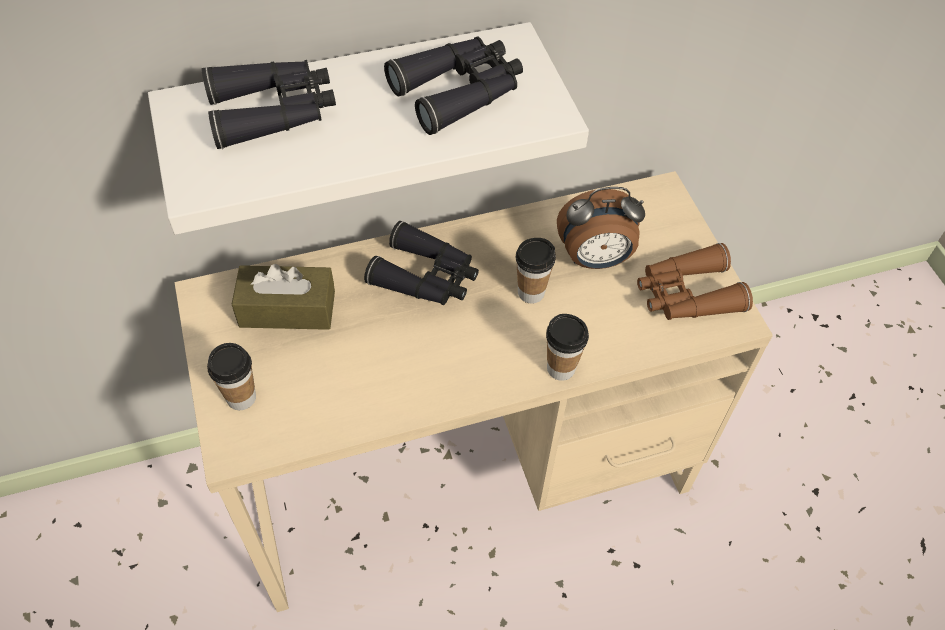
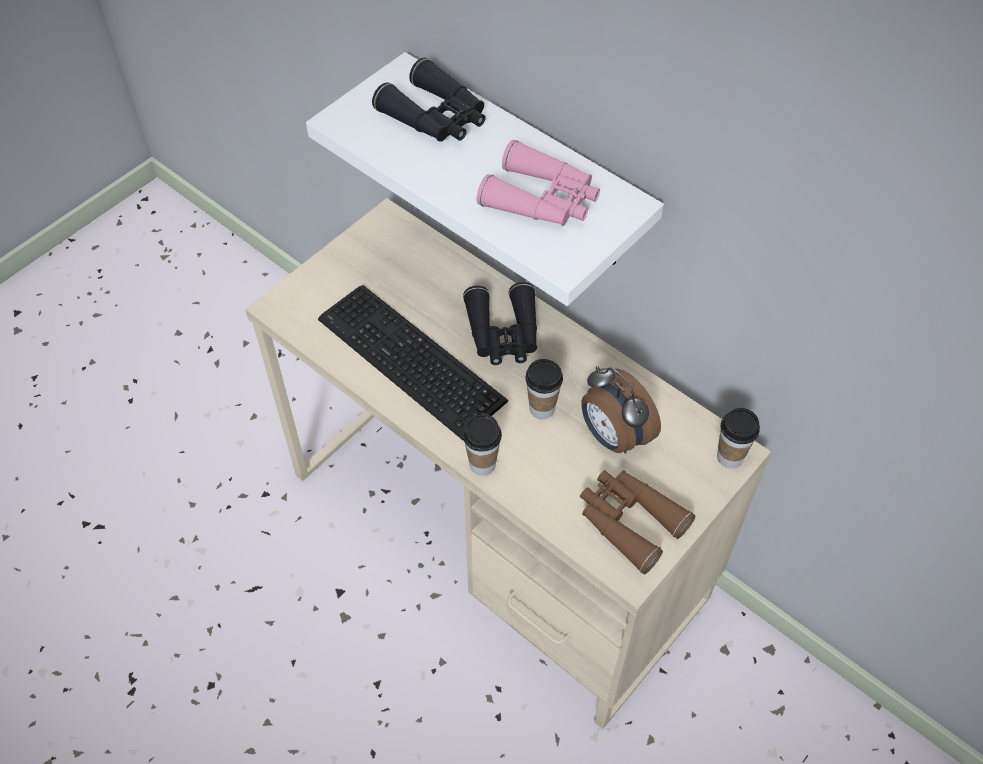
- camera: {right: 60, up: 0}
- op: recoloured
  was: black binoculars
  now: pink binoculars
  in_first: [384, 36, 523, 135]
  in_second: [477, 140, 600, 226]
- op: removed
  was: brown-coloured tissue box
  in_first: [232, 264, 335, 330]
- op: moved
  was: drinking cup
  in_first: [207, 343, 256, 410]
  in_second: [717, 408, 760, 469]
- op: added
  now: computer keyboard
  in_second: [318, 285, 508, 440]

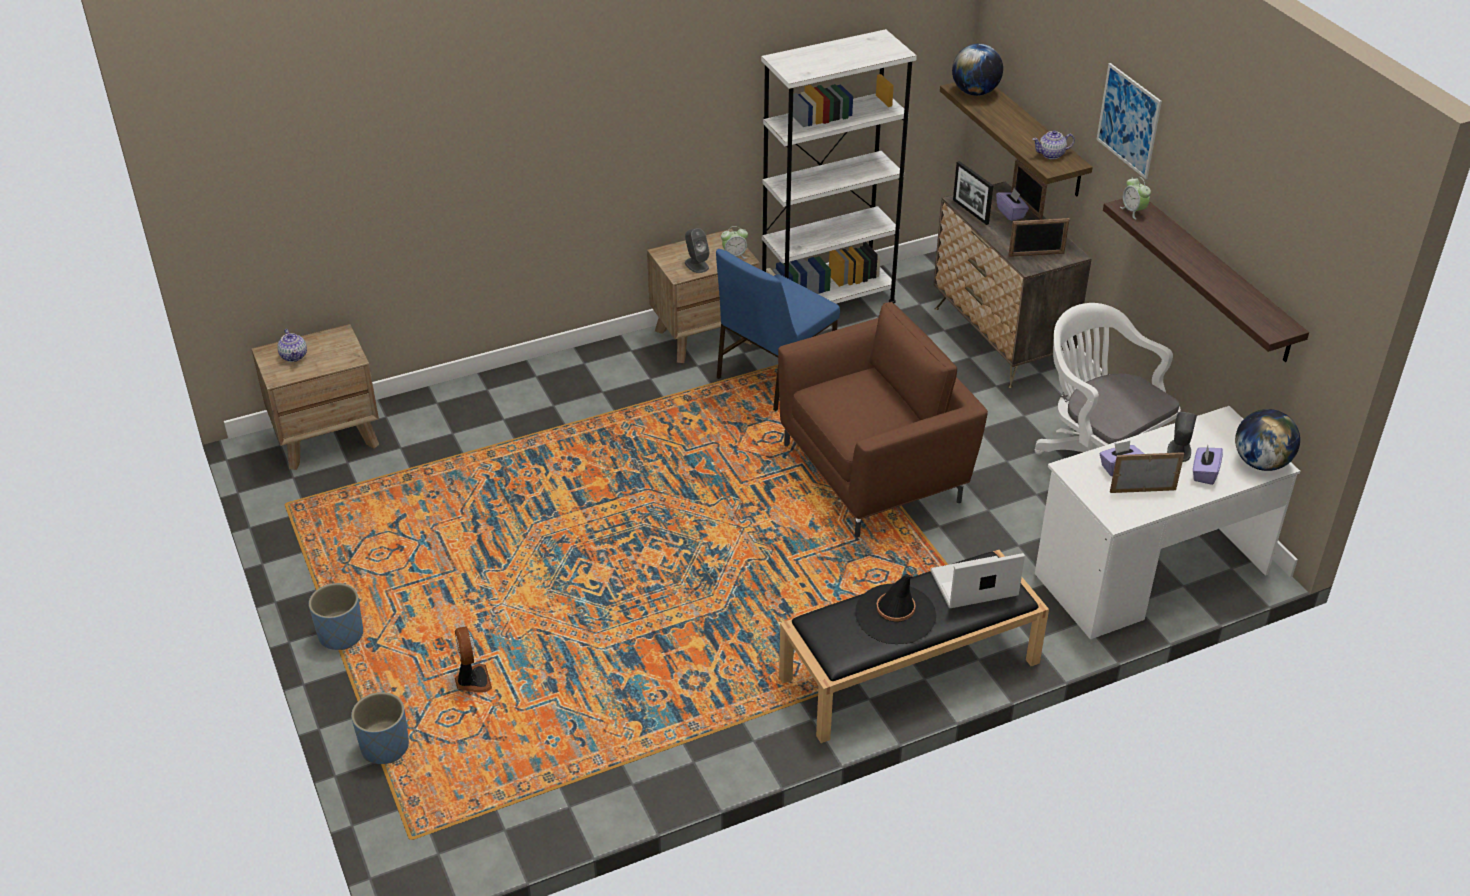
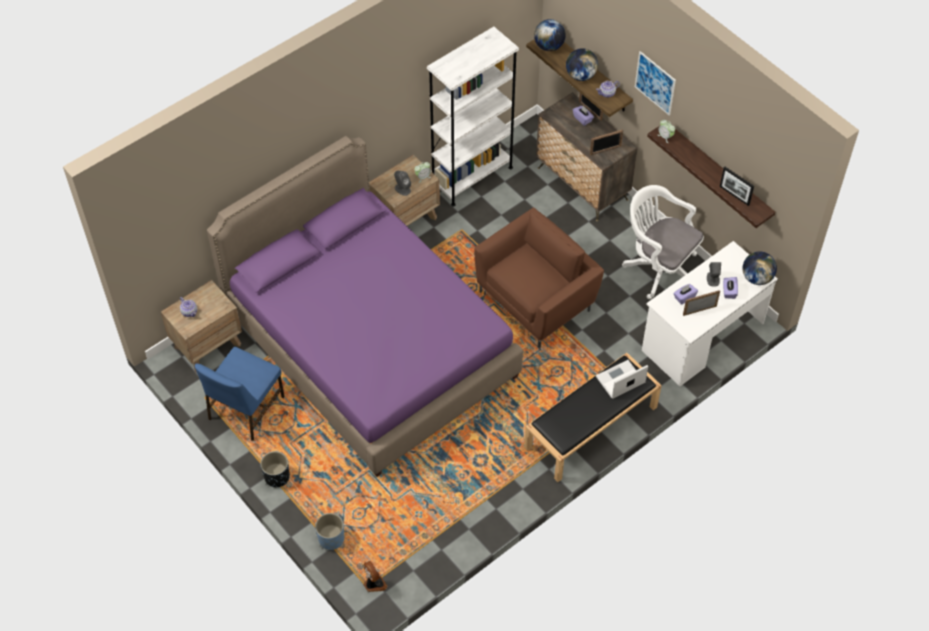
- camera: {right: -15, up: 15}
- op: moved
  was: standing frame
  in_first: [953, 161, 993, 225]
  in_second: [720, 167, 754, 206]
- op: moved
  was: blue plain chair
  in_first: [716, 249, 840, 411]
  in_second: [195, 347, 285, 441]
- op: removed
  was: black clothing hat
  in_first: [855, 574, 936, 644]
- op: recoloured
  was: blue flower pot
  now: black flower pot
  in_first: [309, 583, 363, 650]
  in_second: [260, 451, 290, 487]
- op: moved
  was: cooling fan
  in_first: [455, 626, 492, 692]
  in_second: [363, 560, 388, 592]
- op: added
  now: globe
  in_second: [566, 48, 598, 81]
- op: added
  now: purple-coloured sleeping bed
  in_second: [207, 136, 523, 477]

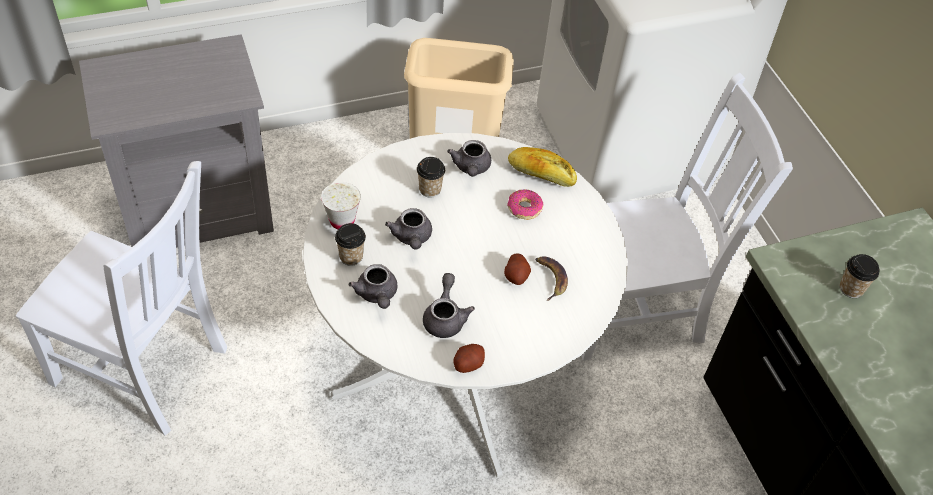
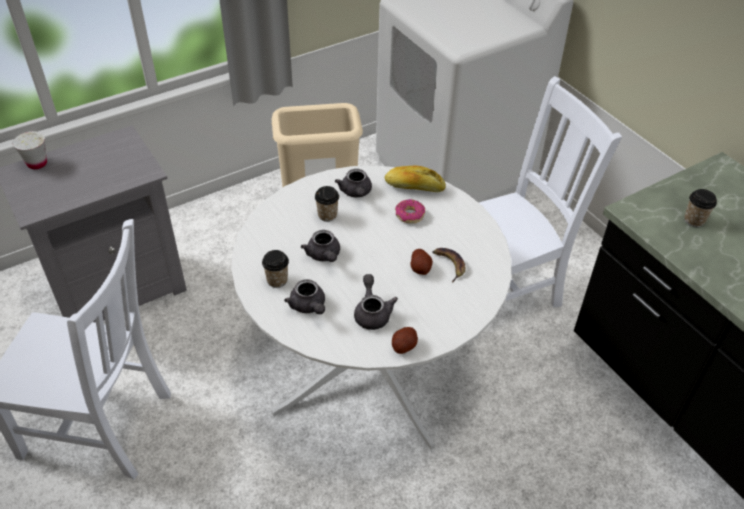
- camera: {right: -10, up: -5}
- op: moved
  was: whitish drinking cup
  in_first: [321, 182, 361, 229]
  in_second: [13, 131, 47, 169]

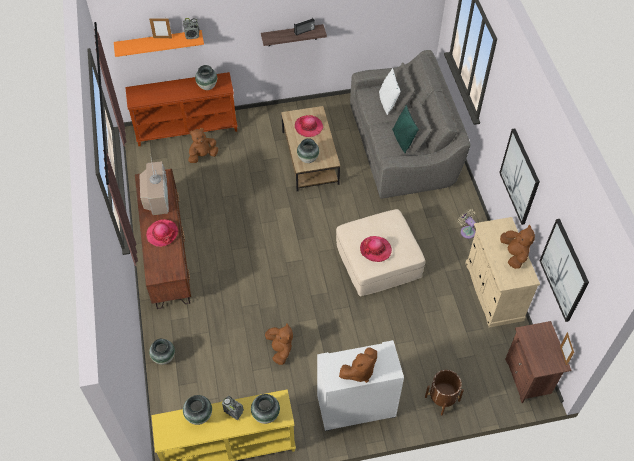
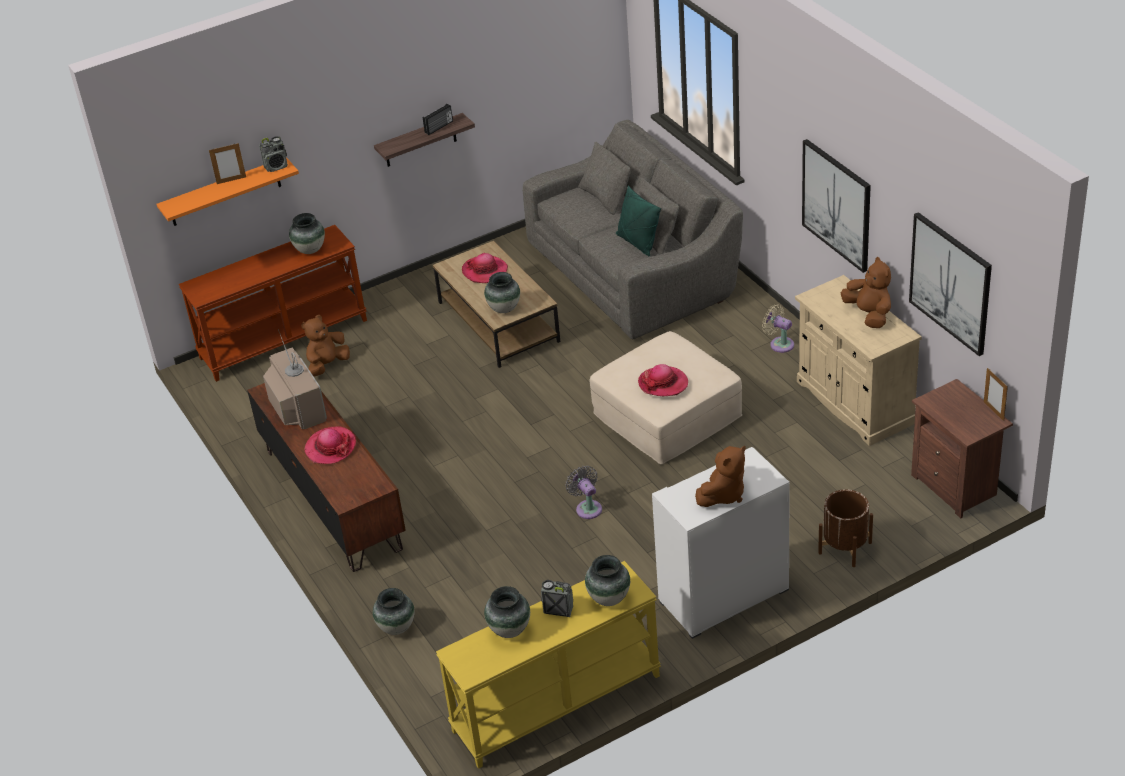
- camera: {right: -15, up: -15}
- op: removed
  was: whitish cushion
  in_first: [379, 68, 401, 115]
- op: removed
  was: brown-coloured soft toy
  in_first: [265, 323, 293, 365]
- op: added
  now: grey cooling fan
  in_second: [565, 466, 602, 519]

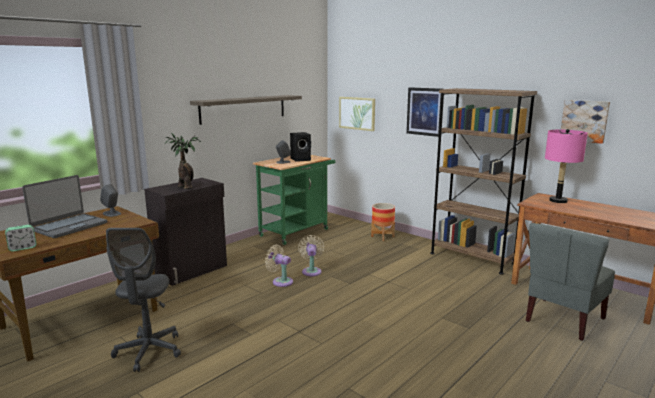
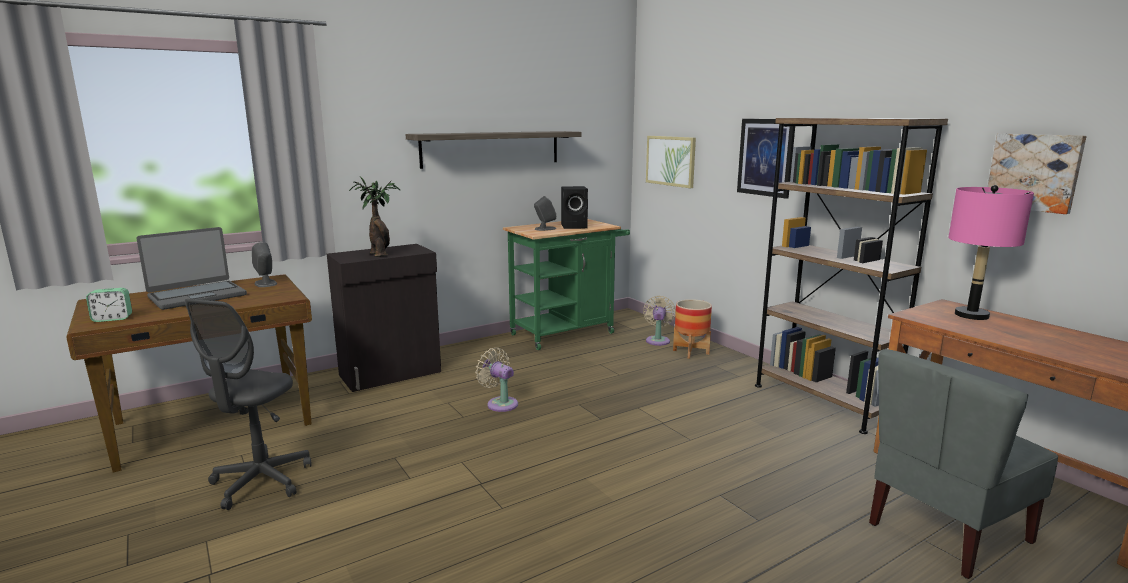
- camera: {right: 15, up: 0}
- op: moved
  was: beige-coloured cooling fan
  in_first: [298, 235, 324, 276]
  in_second: [643, 296, 676, 346]

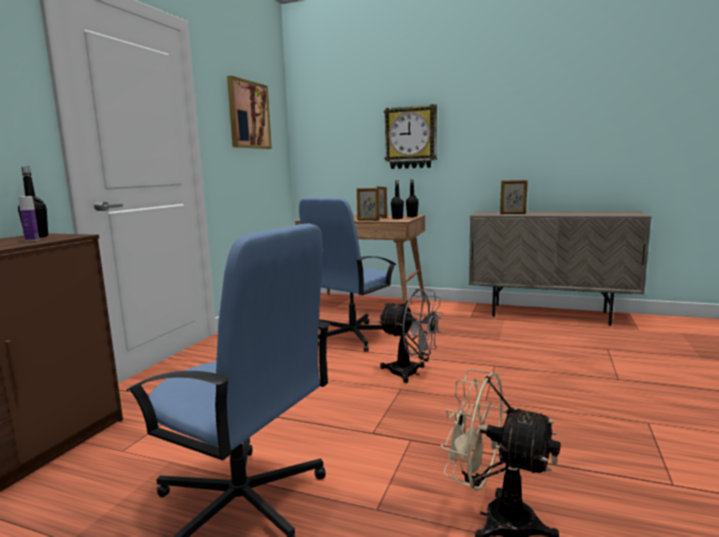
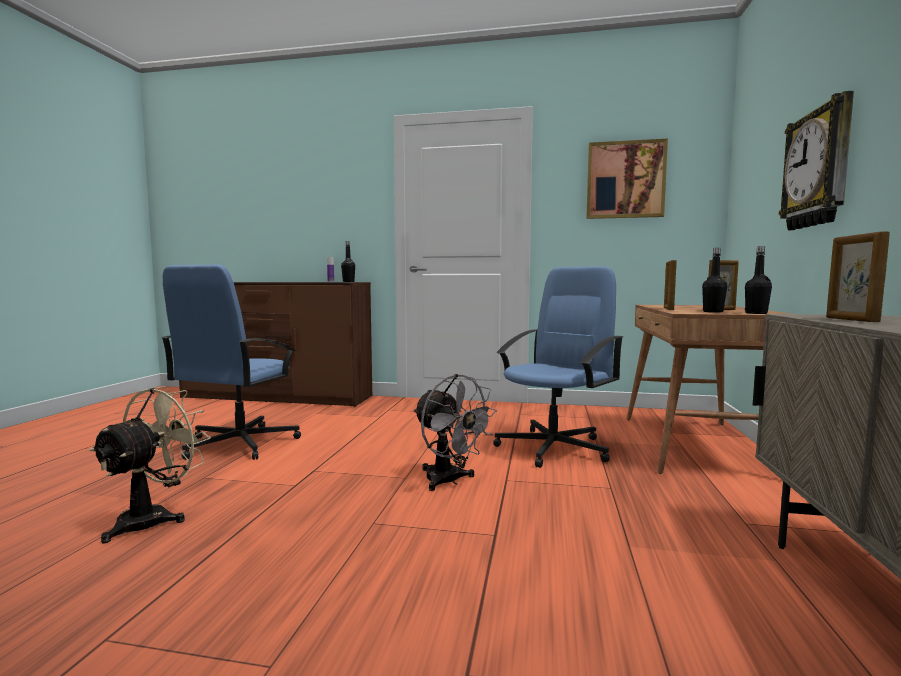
- camera: {right: 80, up: -5}
- op: turned
  was: blue computer chair
  in_first: [299, 197, 398, 352]
  in_second: [493, 266, 623, 468]
  clockwise: 105
- op: turned
  was: grey cooling fan
  in_first: [378, 289, 443, 383]
  in_second: [413, 374, 497, 491]
  clockwise: -60

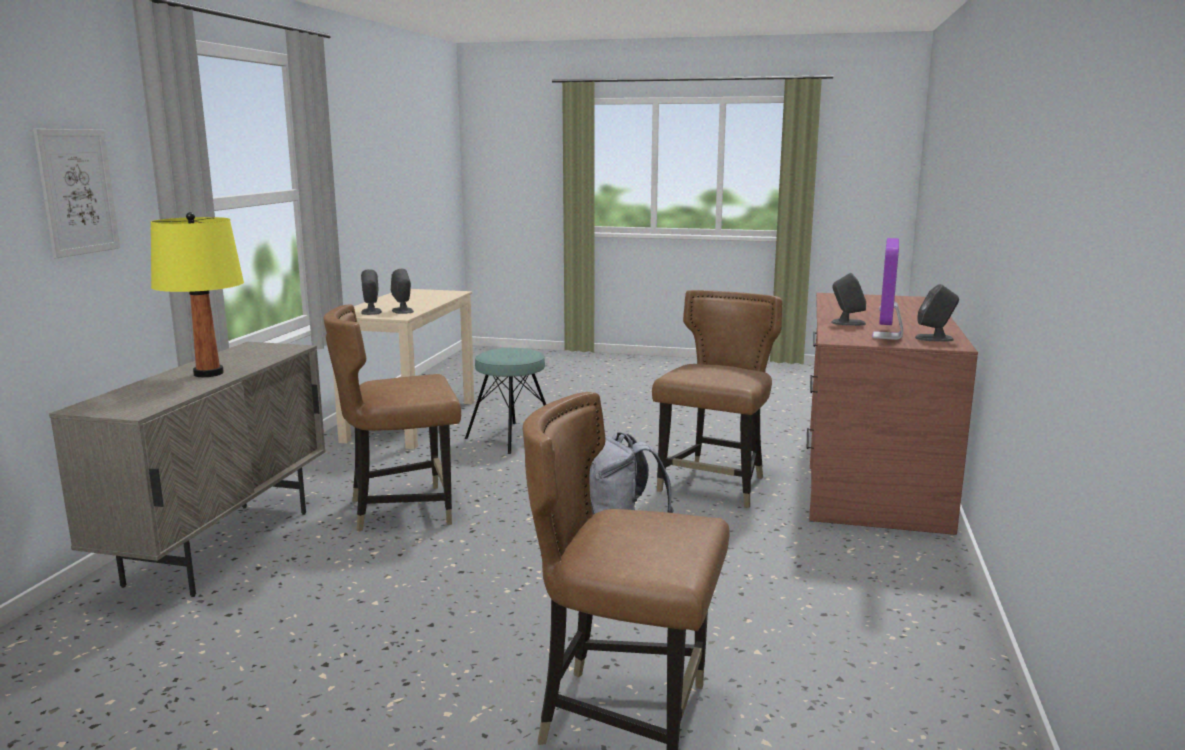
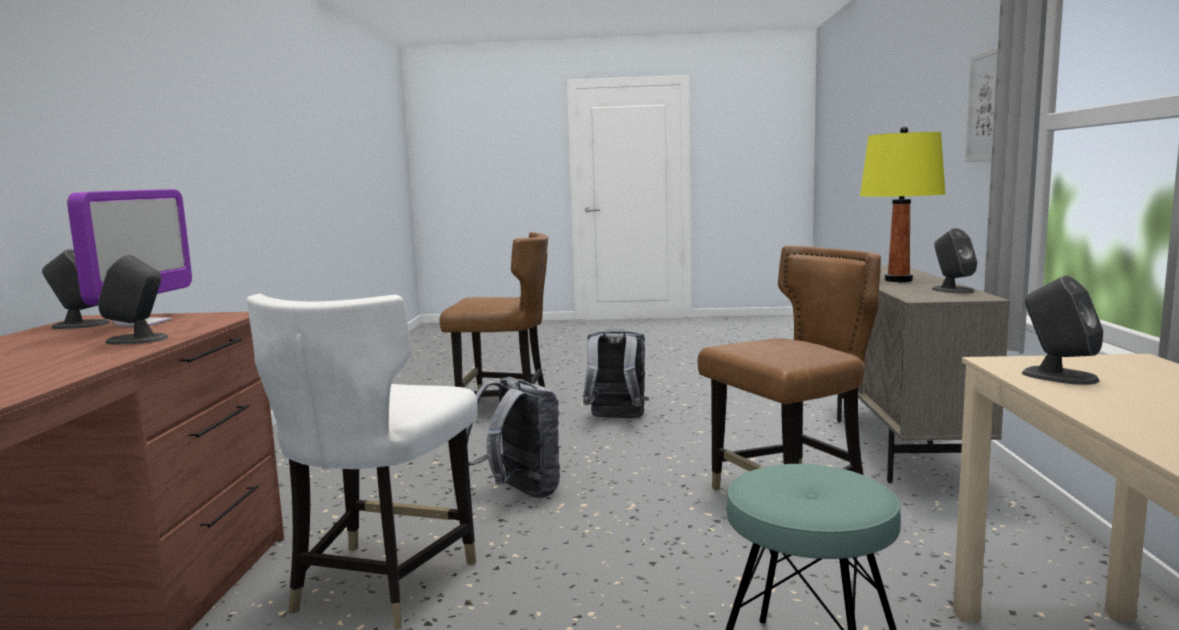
- camera: {right: 170, up: -5}
- op: moved
  was: grey audio speaker
  in_first: [361, 269, 382, 315]
  in_second: [932, 228, 977, 294]
- op: recoloured
  was: brown-coloured plain chair
  now: whitish plain chair
  in_first: [652, 290, 783, 508]
  in_second: [247, 293, 478, 629]
- op: added
  now: grey backpack
  in_second: [583, 329, 649, 418]

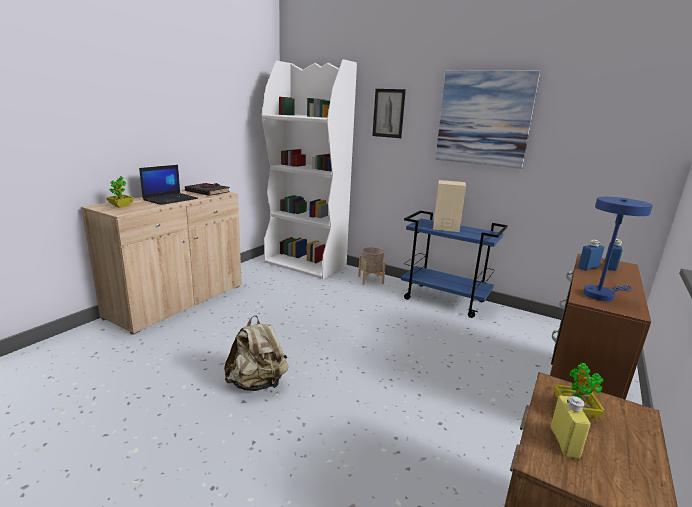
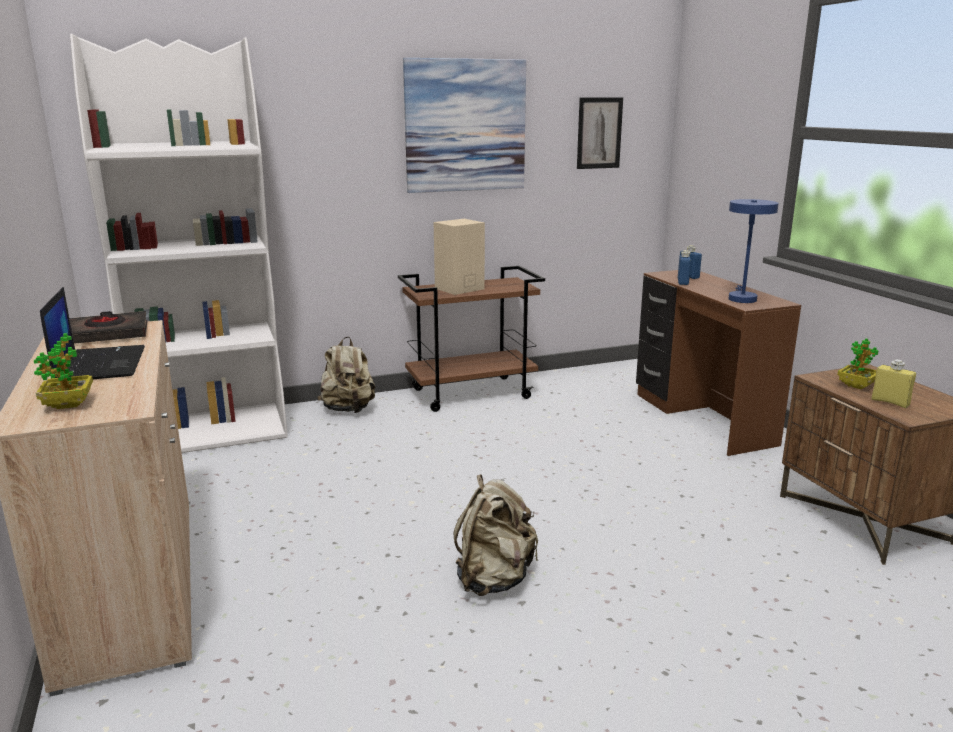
- camera: {right: -50, up: 0}
- op: moved
  was: wall art
  in_first: [372, 89, 406, 138]
  in_second: [577, 98, 623, 169]
- op: recoloured
  was: blue wheeled cart
  now: brown-coloured wheeled cart
  in_first: [401, 211, 508, 318]
  in_second: [398, 266, 545, 412]
- op: replaced
  was: beige-coloured flower pot
  now: beige-coloured backpack
  in_first: [358, 247, 386, 285]
  in_second: [317, 337, 376, 413]

